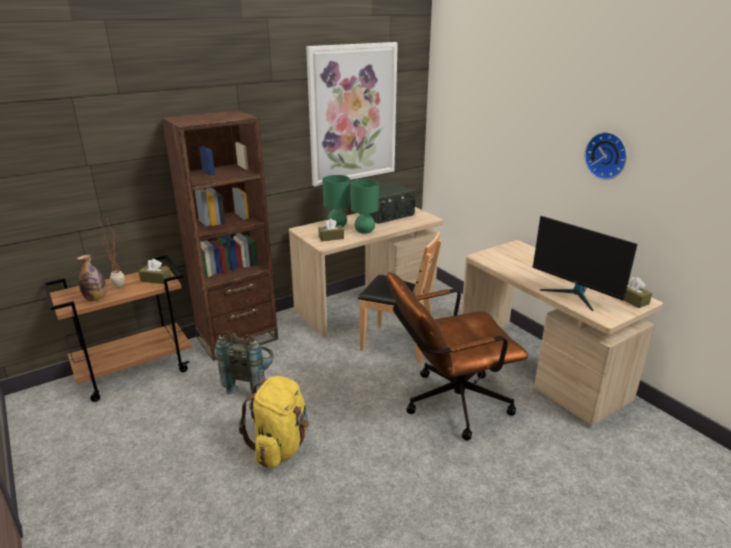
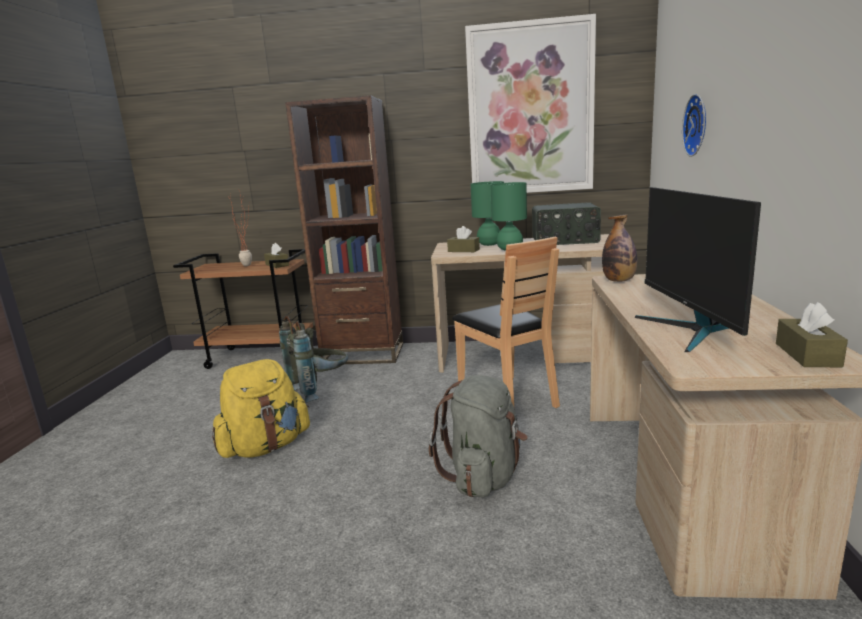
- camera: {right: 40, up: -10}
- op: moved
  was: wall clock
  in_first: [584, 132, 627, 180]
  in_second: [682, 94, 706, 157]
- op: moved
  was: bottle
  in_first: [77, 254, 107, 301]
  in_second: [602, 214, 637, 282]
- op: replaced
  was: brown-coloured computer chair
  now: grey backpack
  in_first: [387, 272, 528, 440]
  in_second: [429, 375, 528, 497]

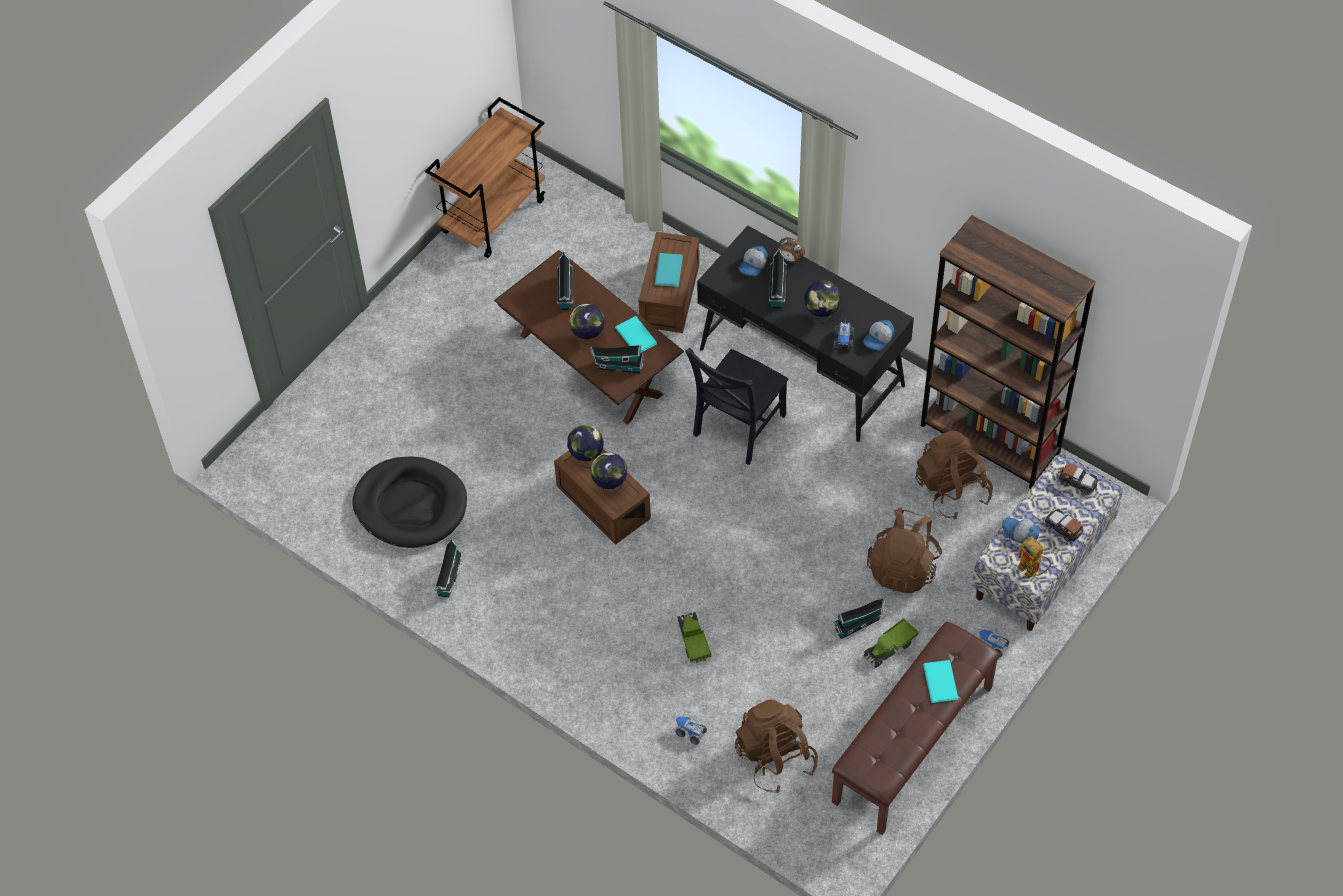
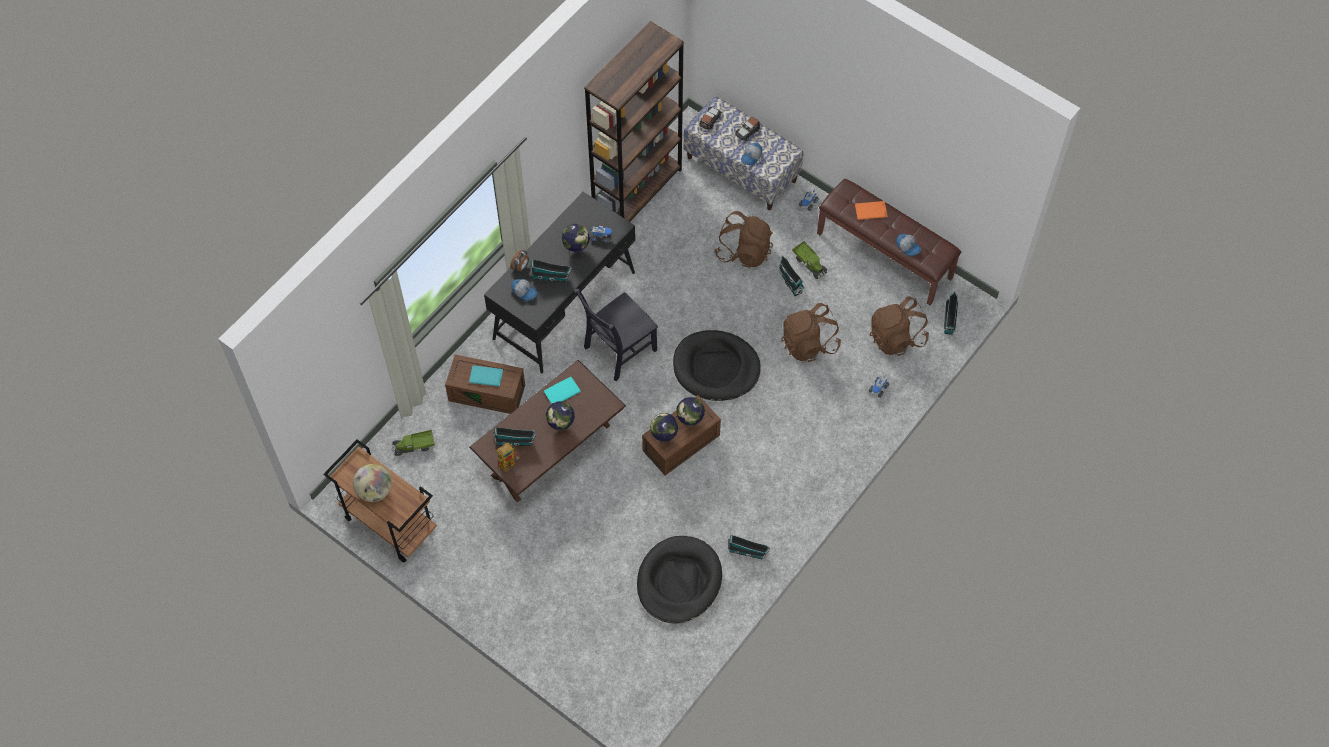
- camera: {right: -90, up: 5}
- op: moved
  was: cap
  in_first: [863, 320, 894, 351]
  in_second: [897, 234, 922, 256]
- op: moved
  was: miniature house
  in_first: [590, 345, 644, 373]
  in_second: [943, 291, 958, 335]
- op: turned
  was: black plain chair
  in_first: [685, 348, 789, 465]
  in_second: [574, 288, 658, 381]
  clockwise: 105
- op: moved
  was: brown-coloured backpack
  in_first: [915, 431, 993, 519]
  in_second: [781, 303, 841, 362]
- op: moved
  was: robot figure
  in_first: [1017, 536, 1051, 579]
  in_second: [497, 443, 520, 472]
- op: moved
  was: toy lorry
  in_first: [677, 612, 711, 663]
  in_second: [392, 430, 435, 456]
- op: recoloured
  was: turquoise volume
  now: orange-coloured volume
  in_first: [923, 660, 958, 703]
  in_second: [855, 201, 888, 220]
- op: added
  now: black dog cushion
  in_second: [673, 330, 761, 401]
- op: added
  now: globe
  in_second: [353, 464, 392, 502]

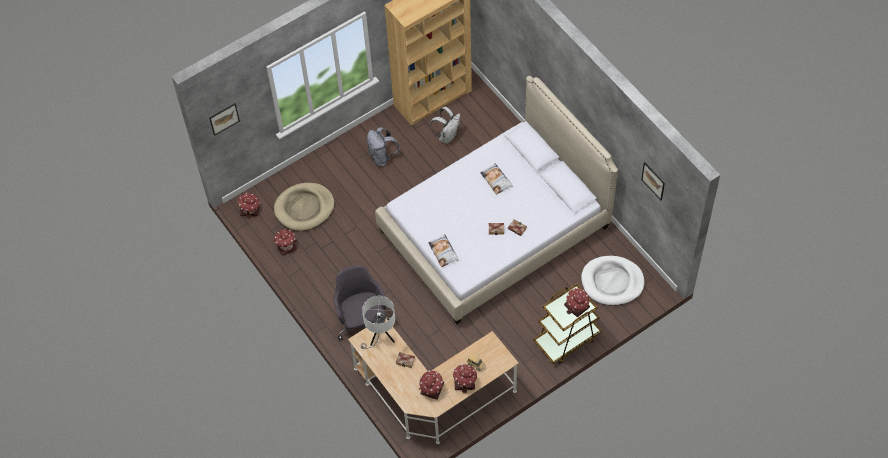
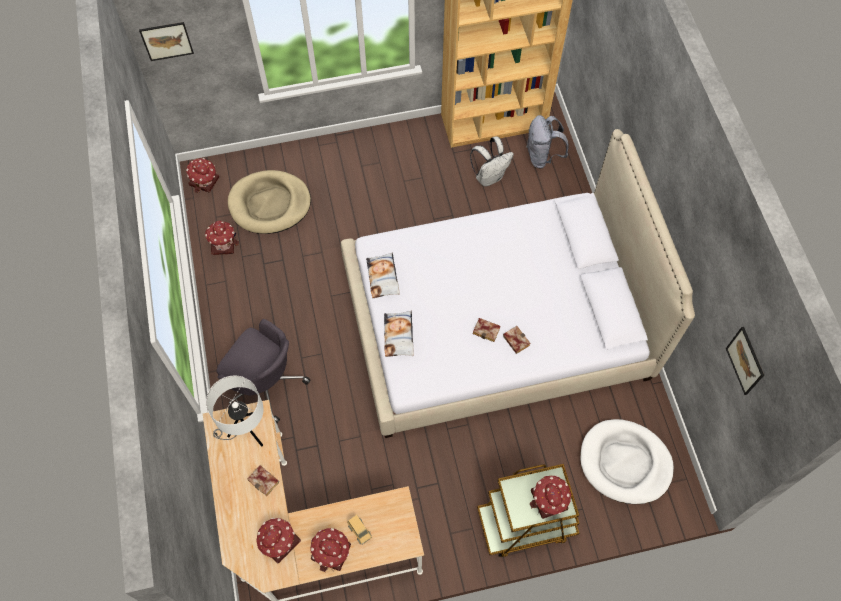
- camera: {right: 20, up: 5}
- op: moved
  was: grey backpack
  in_first: [367, 127, 400, 166]
  in_second: [526, 115, 569, 168]
- op: moved
  was: cushion
  in_first: [480, 163, 513, 194]
  in_second: [366, 253, 400, 298]
- op: turned
  was: grey computer chair
  in_first: [334, 265, 391, 341]
  in_second: [216, 319, 311, 423]
  clockwise: 120

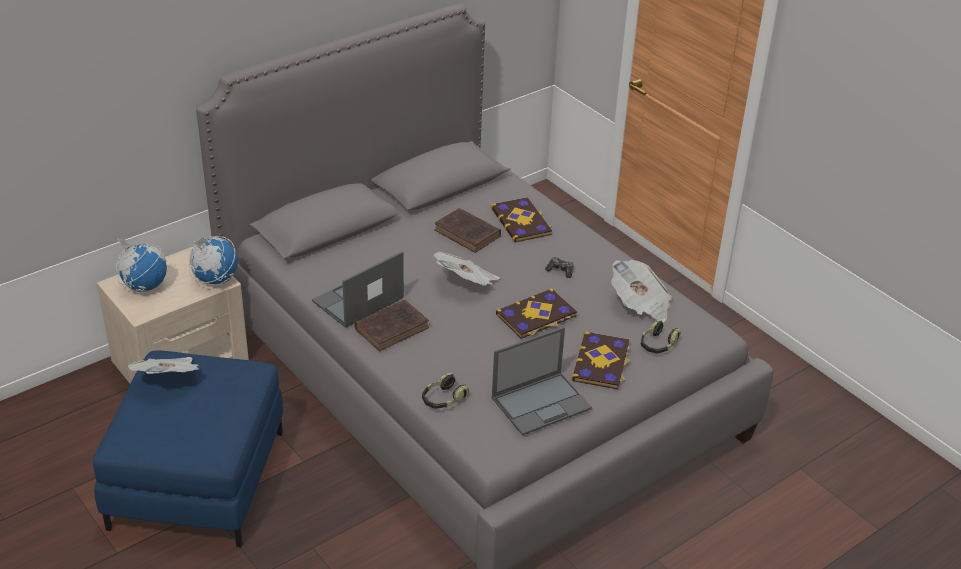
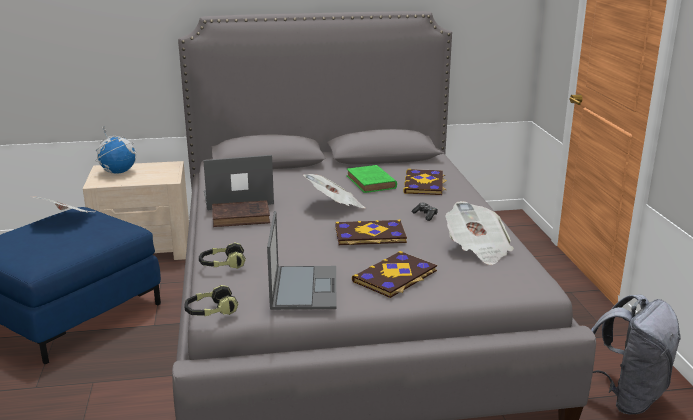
- camera: {right: 30, up: -15}
- op: recoloured
  was: brown-coloured volume
  now: green volume
  in_first: [434, 208, 501, 253]
  in_second: [347, 165, 397, 193]
- op: removed
  was: globe
  in_first: [189, 236, 238, 284]
- op: moved
  was: headphones
  in_first: [641, 320, 681, 354]
  in_second: [184, 285, 238, 316]
- op: turned
  was: laptop
  in_first: [492, 327, 592, 436]
  in_second: [267, 211, 336, 310]
  clockwise: -90
- op: added
  now: grey backpack
  in_second: [591, 294, 681, 414]

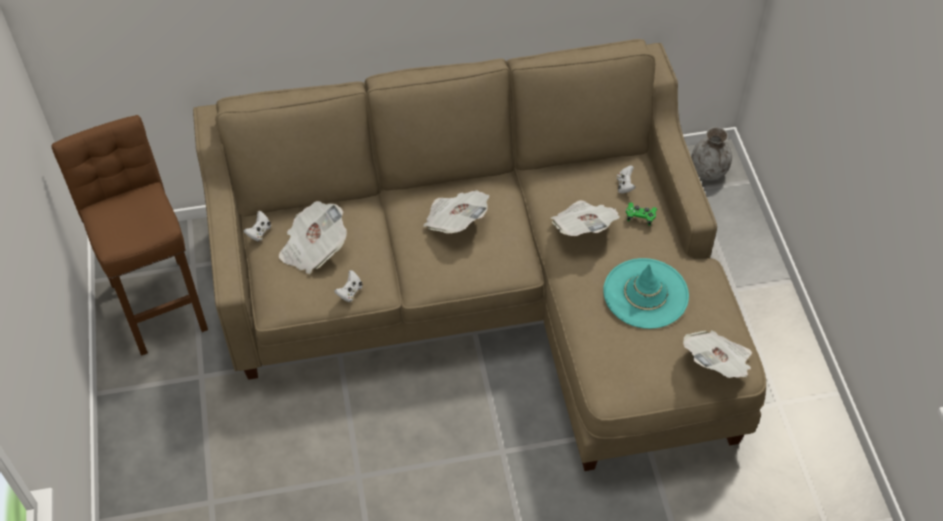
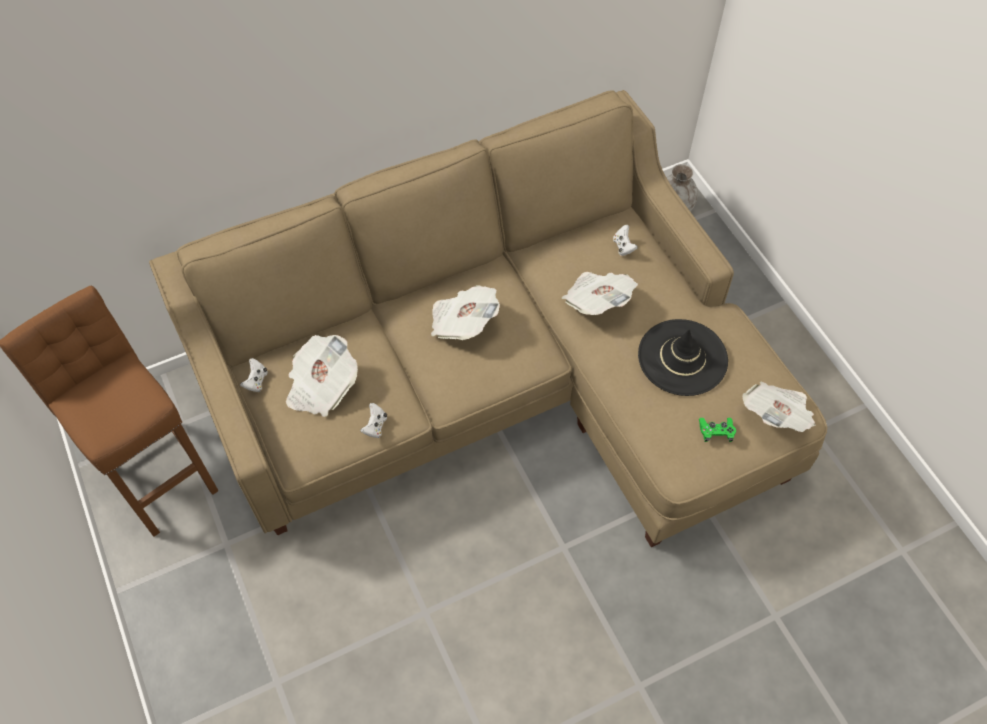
- camera: {right: -15, up: 5}
- op: moved
  was: green gamepad
  in_first: [626, 202, 657, 226]
  in_second: [699, 418, 736, 442]
- op: recoloured
  was: turquoise clothing hat
  now: black clothing hat
  in_first: [603, 258, 689, 329]
  in_second: [638, 319, 728, 396]

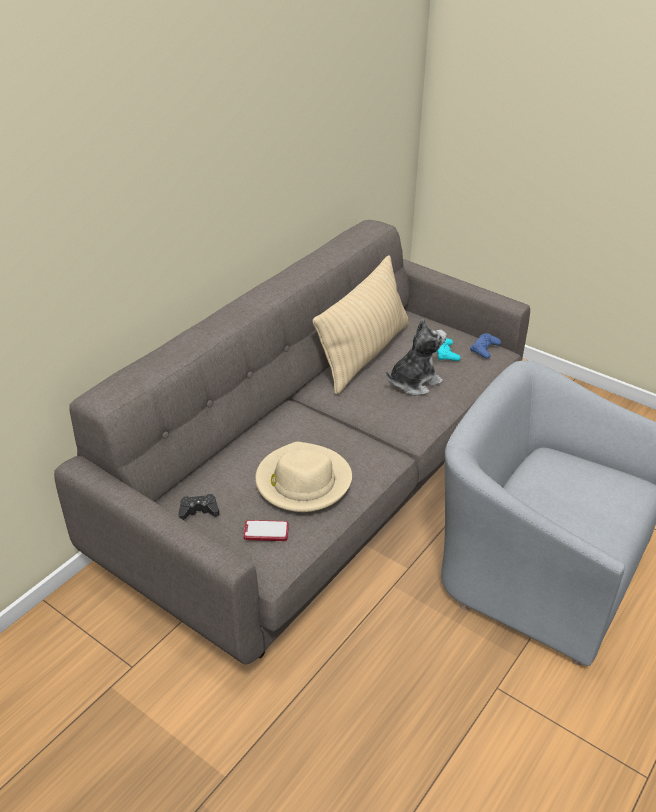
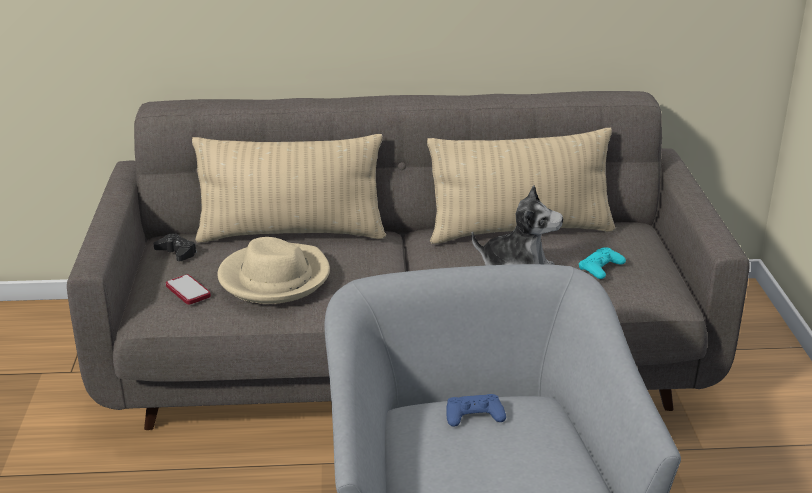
- camera: {right: 50, up: -10}
- op: moved
  was: blue gamepad
  in_first: [470, 333, 501, 358]
  in_second: [446, 394, 506, 427]
- op: added
  now: beige-coloured cushion
  in_second: [192, 134, 386, 243]

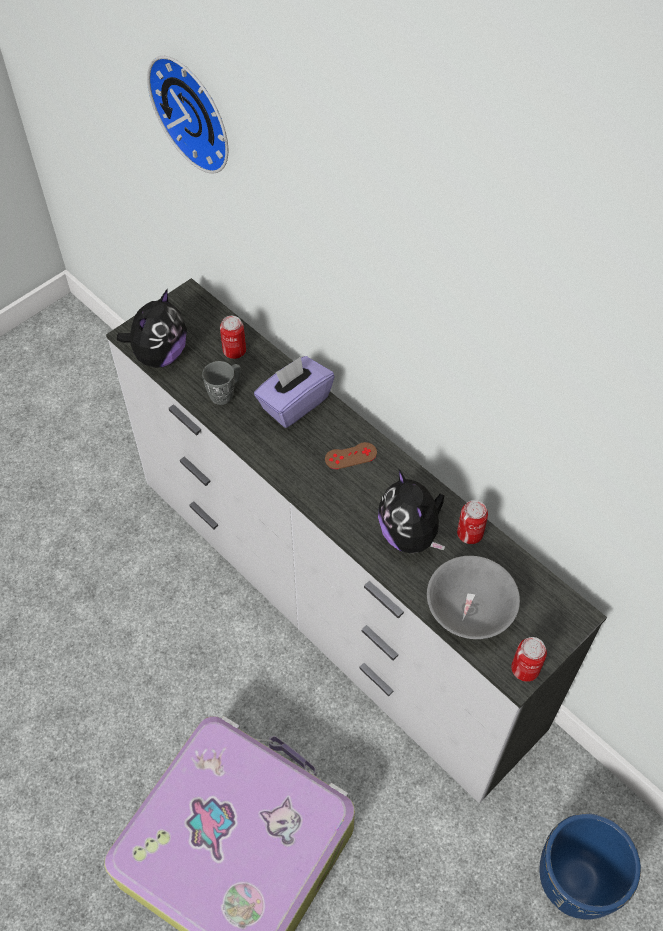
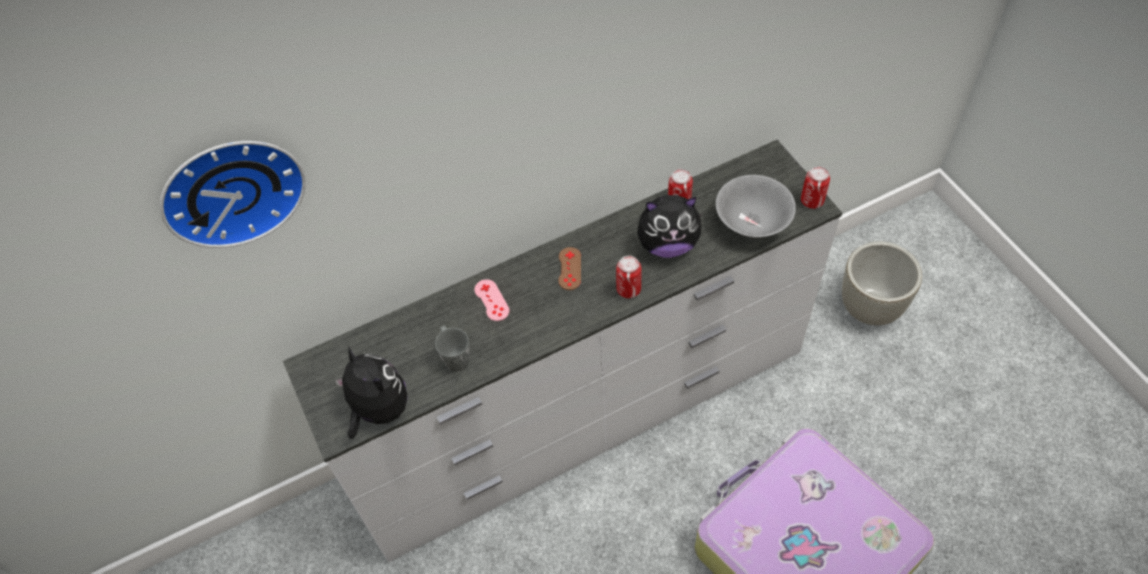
- camera: {right: -70, up: 0}
- op: moved
  was: sealed can
  in_first: [220, 316, 246, 359]
  in_second: [616, 255, 641, 298]
- op: replaced
  was: purple-coloured tissue box
  now: pink gamepad
  in_first: [254, 356, 335, 428]
  in_second: [474, 279, 509, 321]
- op: recoloured
  was: blue flower pot
  now: grey flower pot
  in_first: [539, 813, 641, 919]
  in_second: [842, 241, 922, 325]

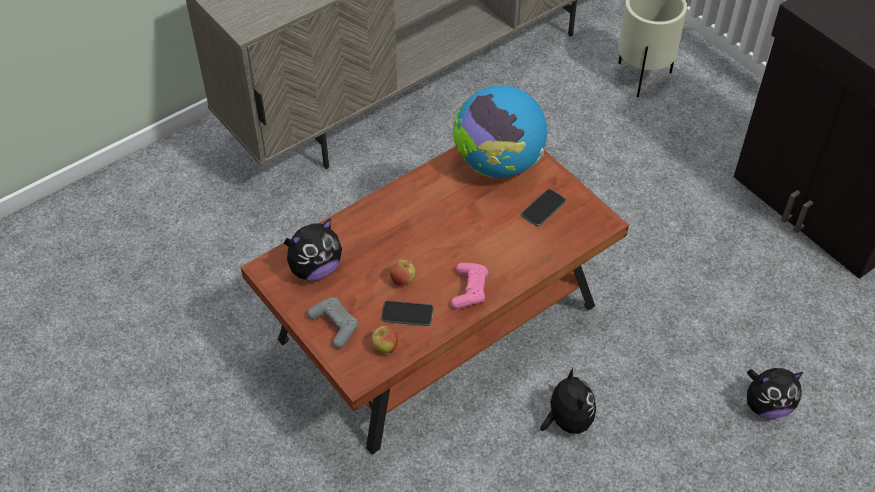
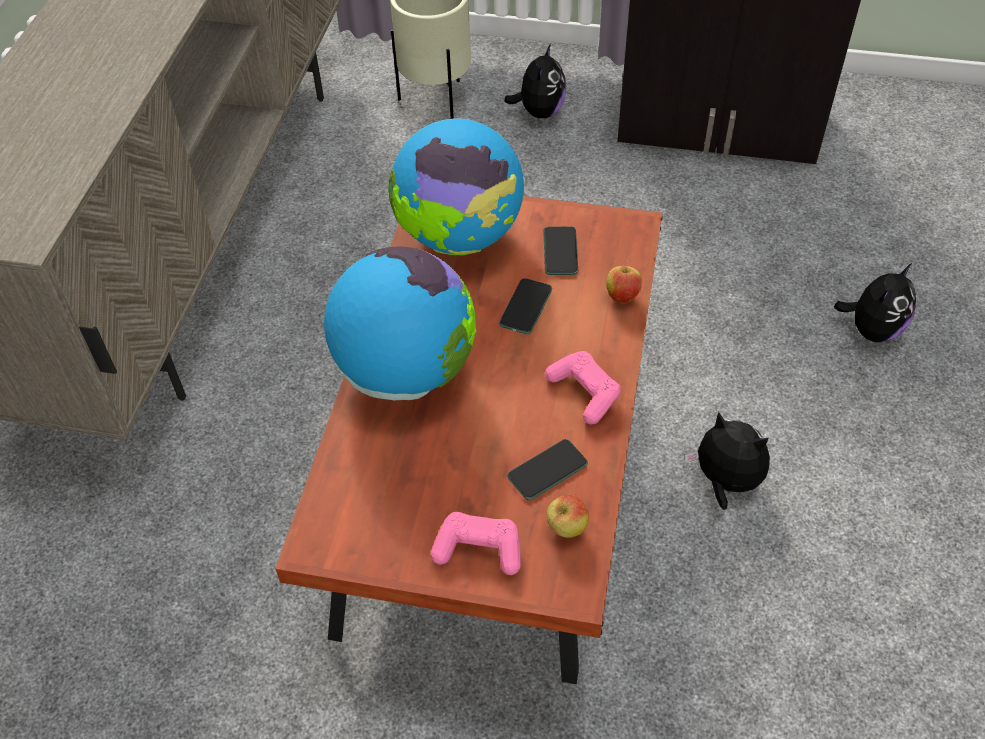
- camera: {right: -40, up: 0}
- op: moved
  was: soft toy
  in_first: [284, 218, 342, 281]
  in_second: [504, 44, 566, 118]
- op: moved
  was: apple fruit
  in_first: [390, 259, 416, 286]
  in_second: [606, 261, 642, 303]
- op: recoloured
  was: grey gamepad
  now: pink gamepad
  in_first: [307, 297, 358, 349]
  in_second: [431, 512, 521, 575]
- op: added
  now: globe
  in_second: [324, 246, 477, 400]
- op: added
  now: telephone
  in_second: [499, 278, 552, 334]

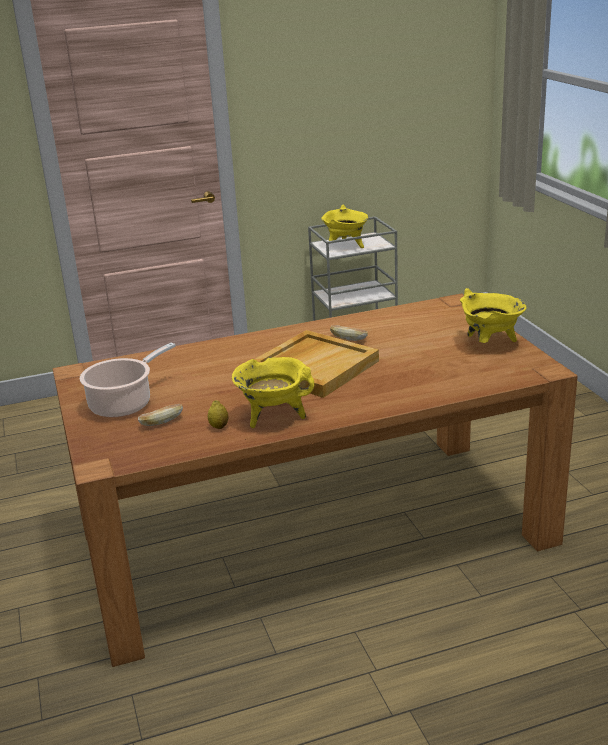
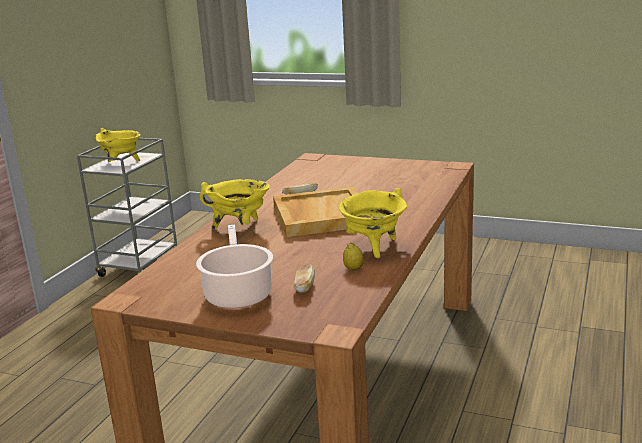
- camera: {right: -50, up: -5}
- op: moved
  was: yellowish stockpot
  in_first: [460, 288, 527, 343]
  in_second: [200, 179, 270, 230]

